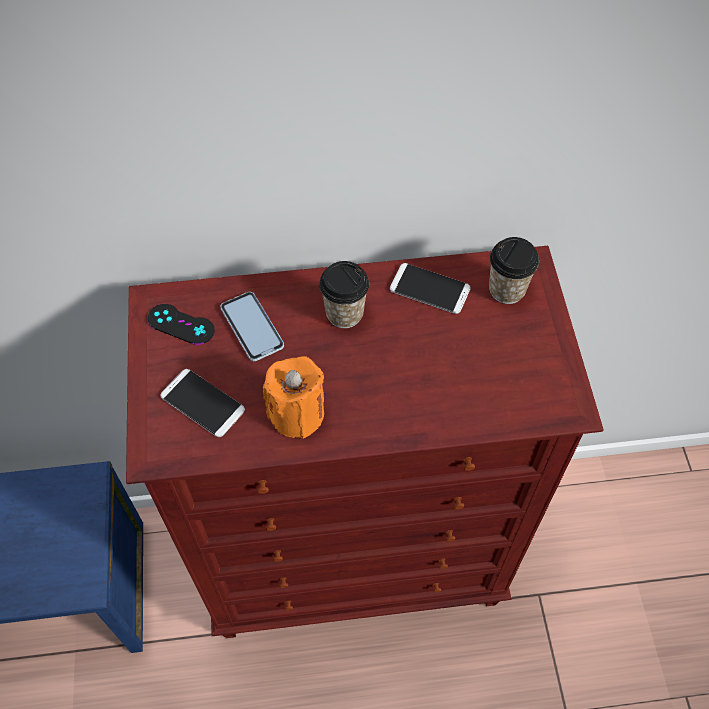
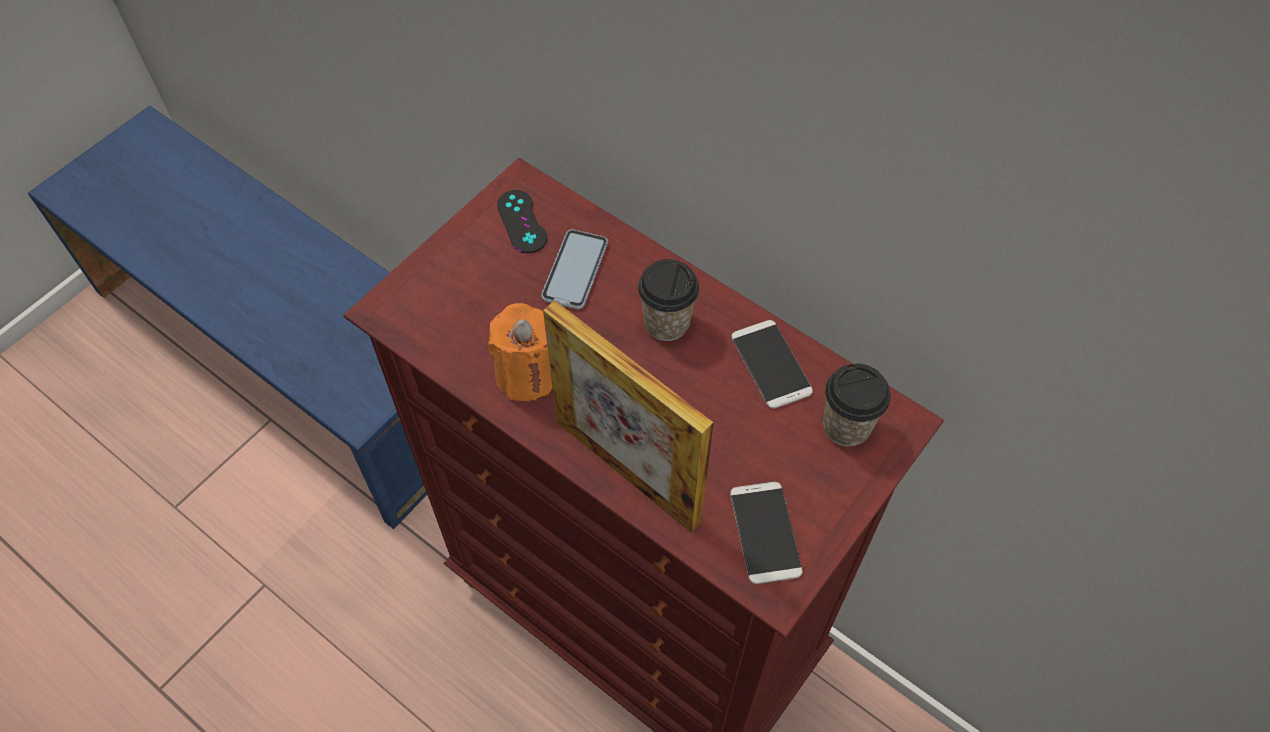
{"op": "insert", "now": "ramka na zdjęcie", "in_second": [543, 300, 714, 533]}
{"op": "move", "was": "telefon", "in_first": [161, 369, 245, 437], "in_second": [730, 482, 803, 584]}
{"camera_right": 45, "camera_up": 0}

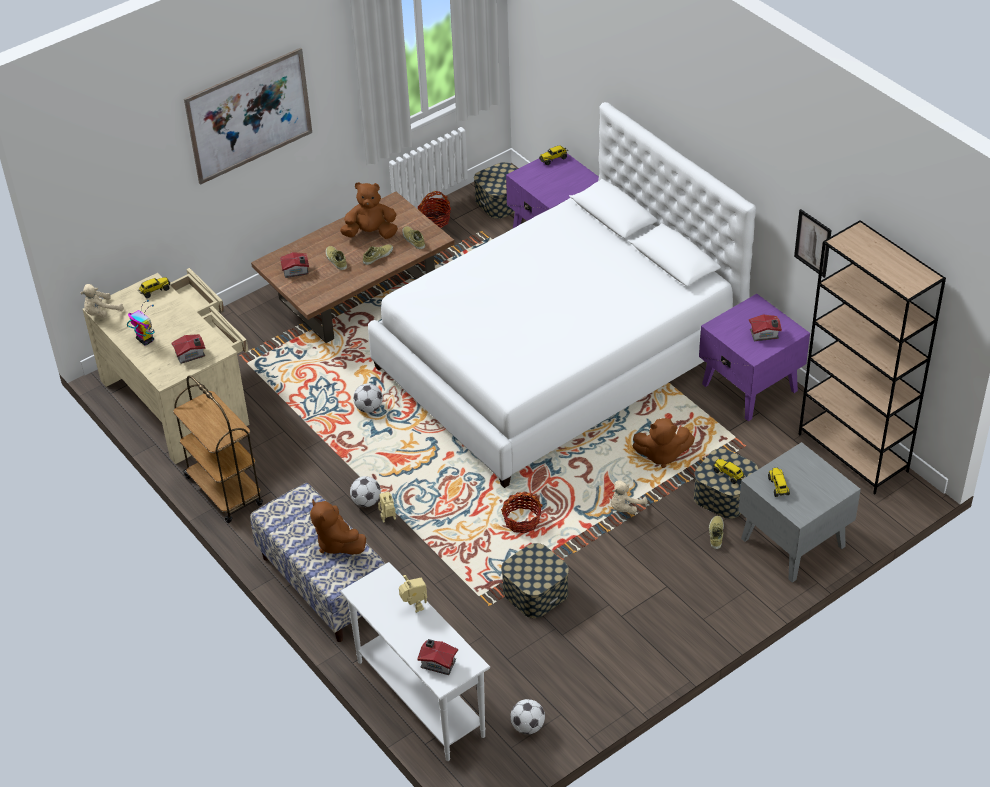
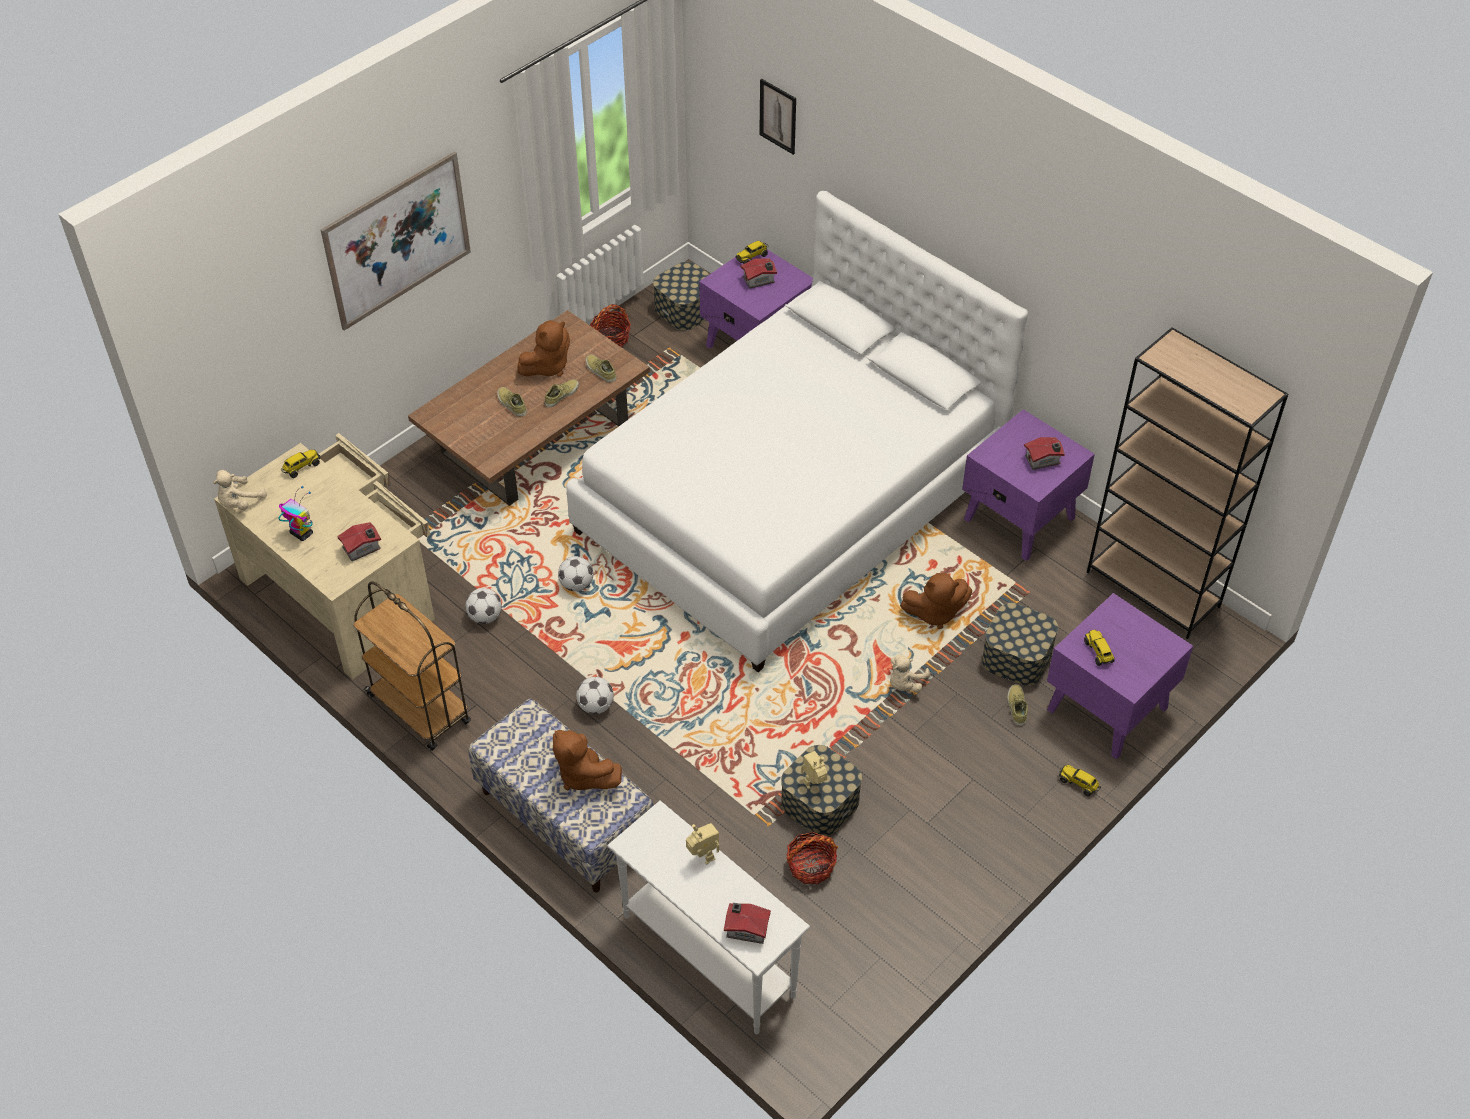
{"op": "move", "was": "piłka futbolowa", "in_first": [510, 699, 545, 734], "in_second": [466, 588, 502, 624]}
{"op": "rotate", "was": "pluszak (brązowy)", "in_first": [340, 182, 398, 239], "in_second": [517, 320, 570, 376], "clockwise": 150}
{"op": "move", "was": "domek", "in_first": [280, 252, 309, 278], "in_second": [741, 258, 777, 289]}
{"op": "move", "was": "obraz", "in_first": [794, 209, 832, 278], "in_second": [759, 78, 796, 155]}
{"op": "move", "was": "koszyk", "in_first": [501, 491, 543, 533], "in_second": [786, 831, 838, 884]}
{"op": "move", "was": "robot zabawkowy", "in_first": [378, 492, 396, 523], "in_second": [801, 751, 828, 789]}
{"op": "recolor", "was": "szafka nocna (szary)", "now": "szafka nocna (fioletowy)", "in_first": [738, 442, 861, 583], "in_second": [1047, 593, 1193, 759]}
{"op": "move", "was": "ciężarówka zabawkowa", "in_first": [713, 459, 745, 484], "in_second": [1059, 765, 1101, 797]}
{"camera_right": -10, "camera_up": 5}

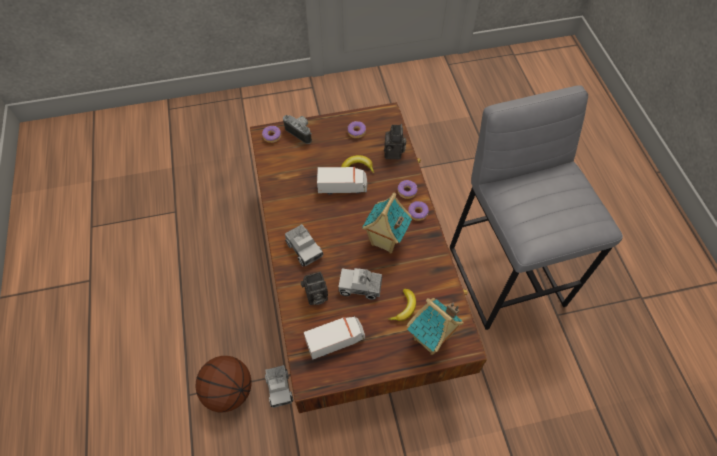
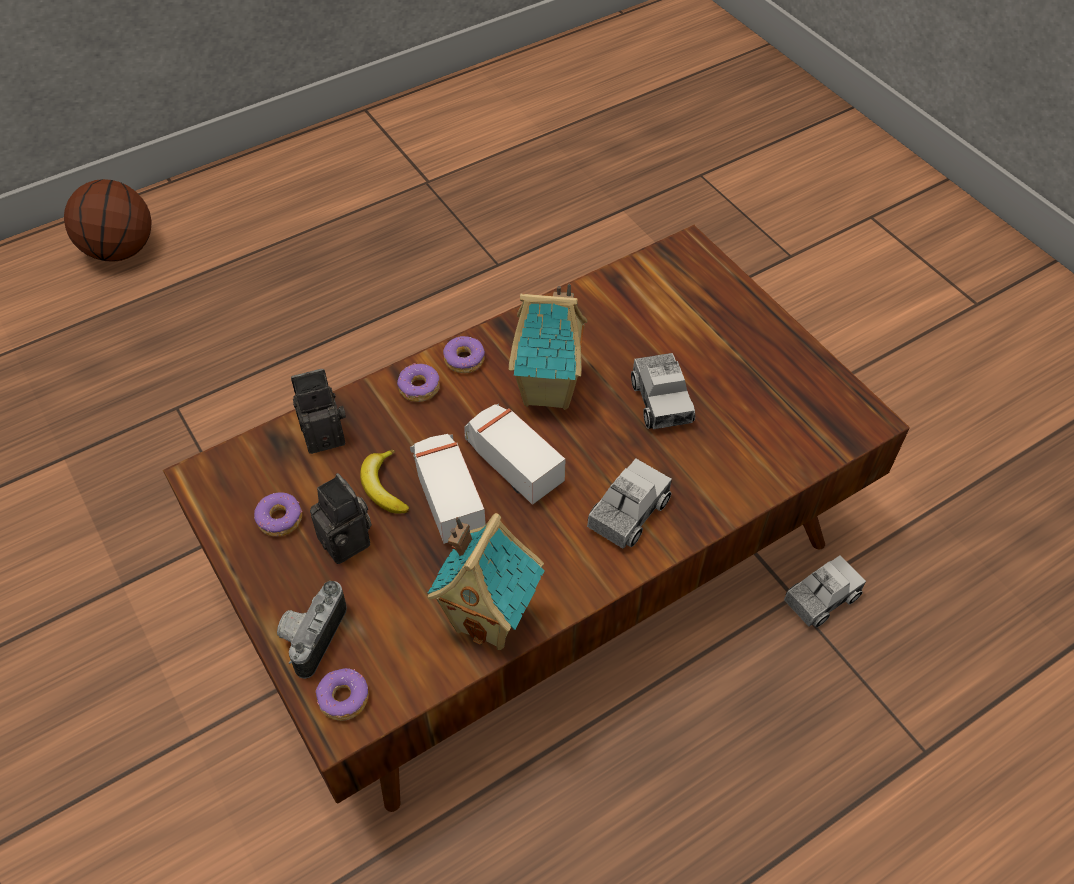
{"op": "move", "was": "piłka do koszykówki", "in_first": [196, 356, 252, 412], "in_second": [64, 179, 151, 262]}
{"op": "move", "was": "aparat fotograficzny", "in_first": [301, 272, 328, 305], "in_second": [310, 473, 372, 564]}
{"op": "move", "was": "domek", "in_first": [407, 298, 464, 355], "in_second": [427, 513, 544, 650]}
{"op": "move", "was": "ciężarówka zabawkowa", "in_first": [304, 316, 365, 360], "in_second": [464, 404, 566, 505]}
{"op": "delete", "was": "banan", "in_first": [388, 289, 416, 321]}
{"op": "delete", "was": "stołek (szary)", "in_first": [450, 85, 623, 330]}
{"camera_right": -110, "camera_up": -5}

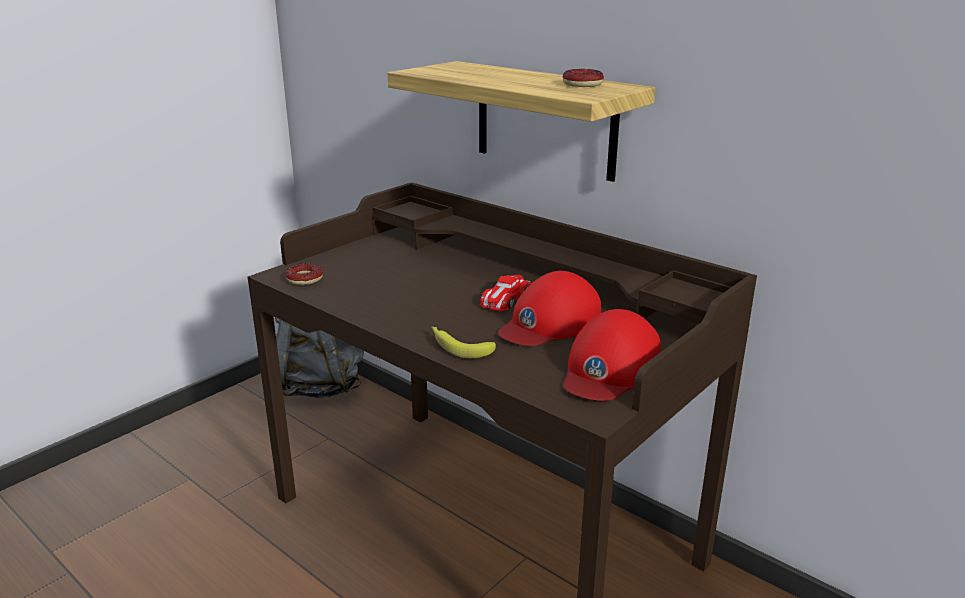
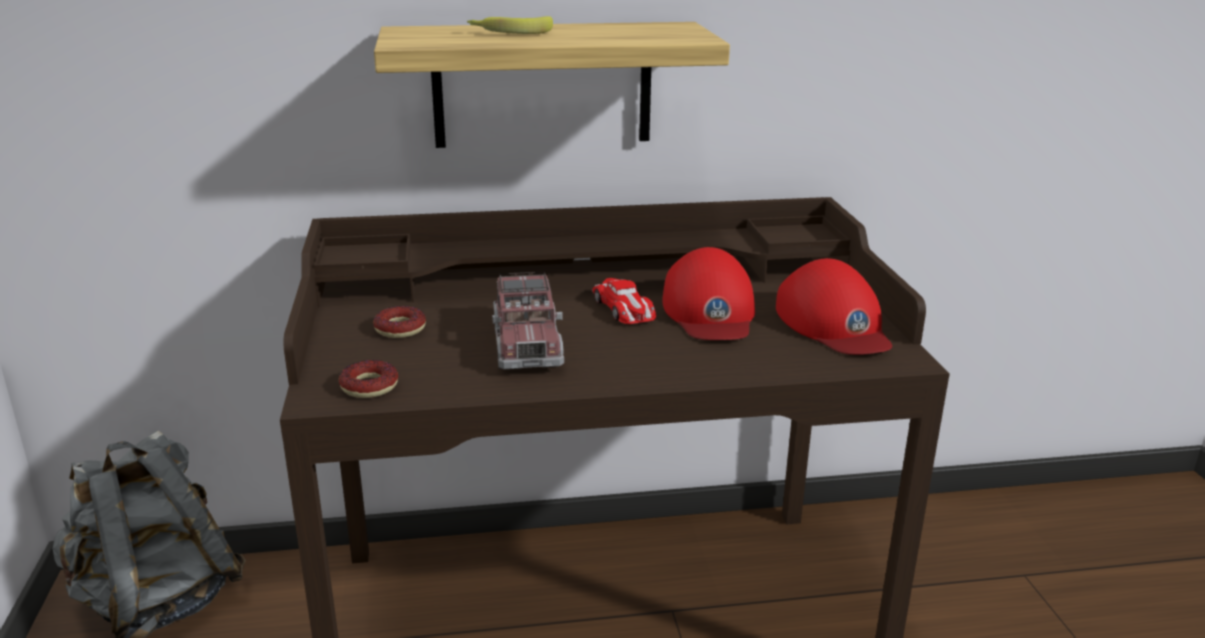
{"op": "move", "was": "donut", "in_first": [563, 69, 604, 87], "in_second": [373, 306, 426, 338]}
{"op": "move", "was": "banan", "in_first": [431, 327, 496, 358], "in_second": [467, 16, 553, 34]}
{"op": "insert", "now": "ciężarówka zabawkowa", "in_second": [492, 272, 564, 369]}
{"camera_right": -50, "camera_up": 0}

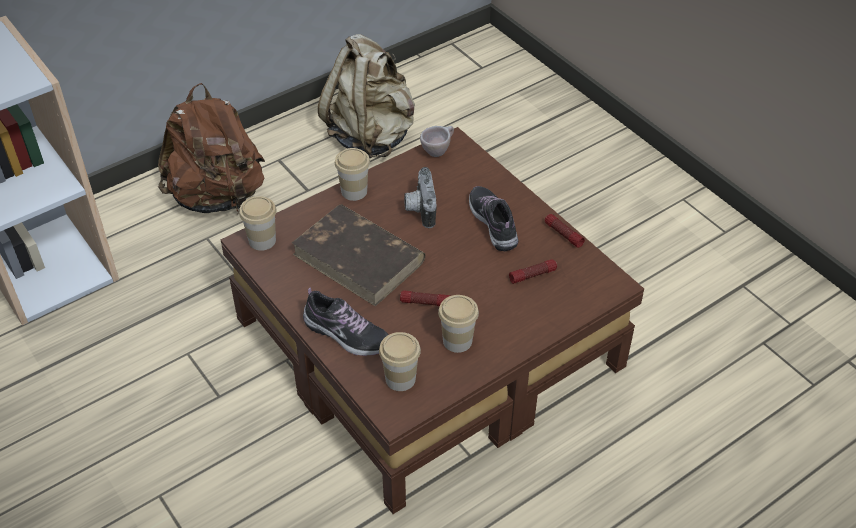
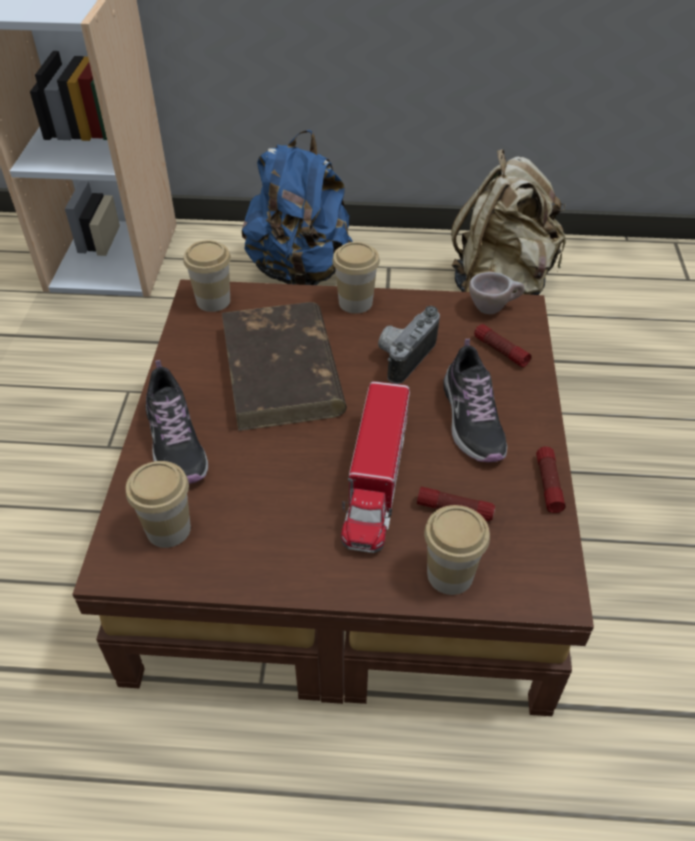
{"op": "recolor", "was": "plecak (brązowy)", "now": "plecak (niebieski)", "in_first": [158, 83, 265, 213], "in_second": [242, 130, 353, 285]}
{"op": "insert", "now": "ciężarówka zabawkowa", "in_second": [341, 381, 410, 553]}
{"op": "move", "was": "filiżanka", "in_first": [438, 295, 479, 353], "in_second": [424, 505, 490, 595]}
{"op": "rotate", "was": "but", "in_first": [469, 186, 518, 251], "in_second": [443, 339, 507, 462], "clockwise": 150}
{"op": "move", "was": "latarka", "in_first": [400, 290, 451, 306], "in_second": [474, 324, 531, 367]}
{"camera_right": 40, "camera_up": 0}

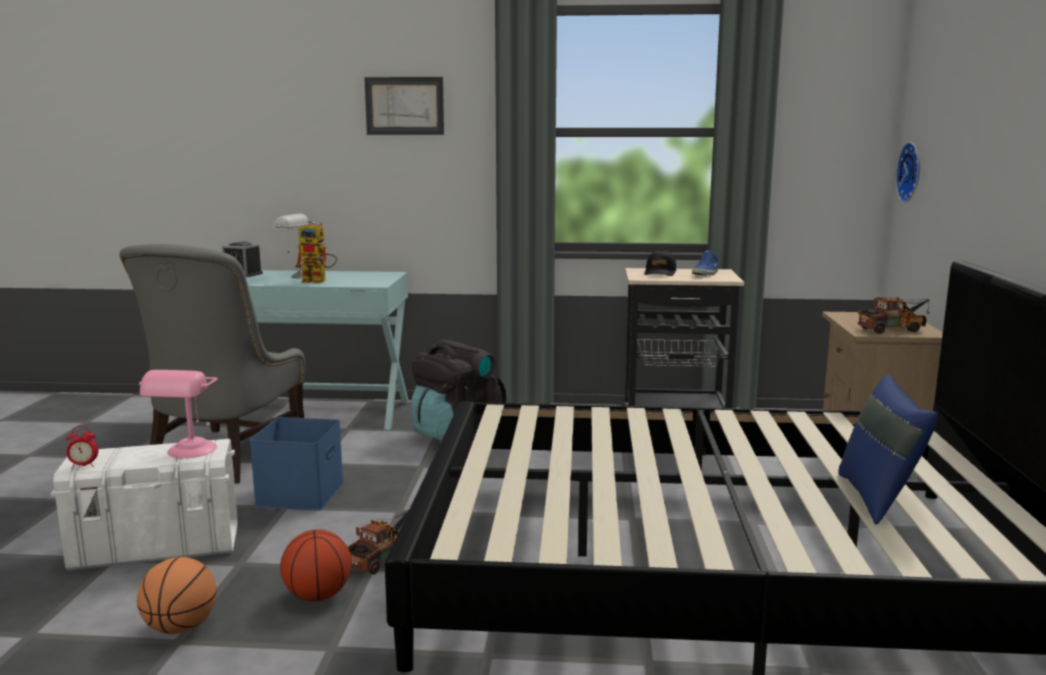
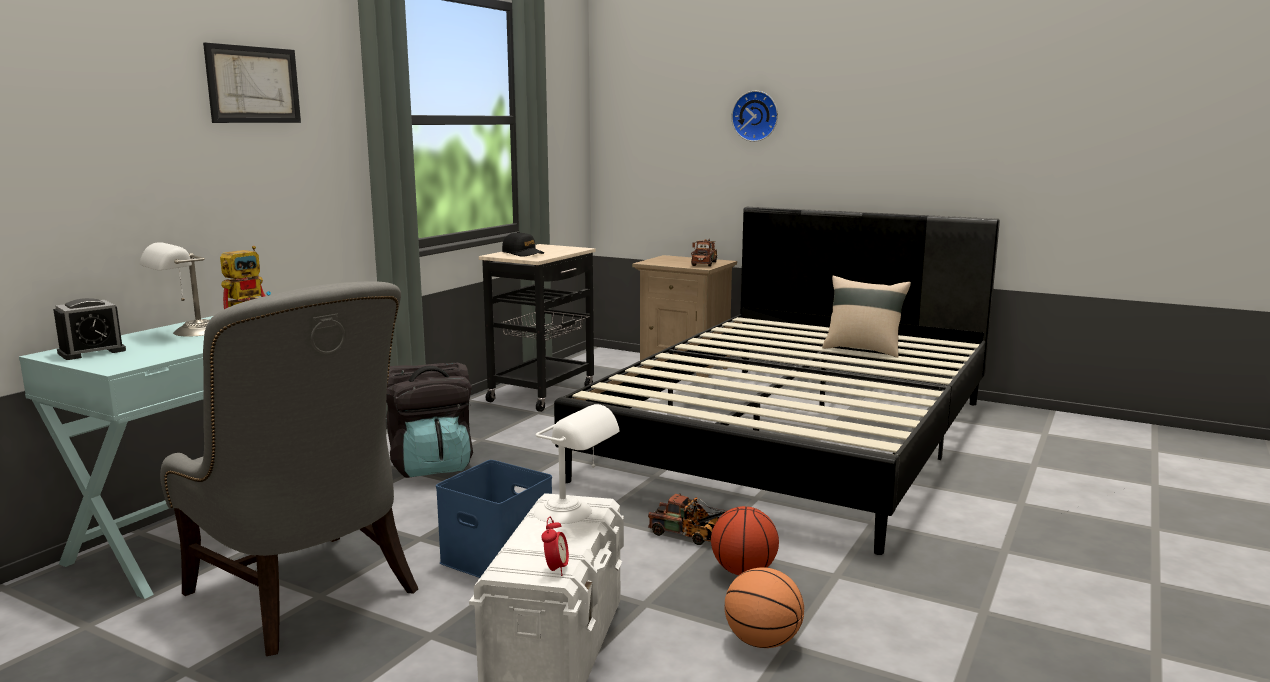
{"op": "recolor", "was": "lampa stołowa (różowy)", "now": "lampa stołowa (biały)", "in_first": [139, 370, 218, 458], "in_second": [534, 404, 620, 524]}
{"op": "rotate", "was": "ciężarówka zabawkowa", "in_first": [348, 509, 409, 574], "in_second": [648, 493, 728, 545], "clockwise": 150}
{"op": "move", "was": "zegar ścienny", "in_first": [895, 142, 920, 203], "in_second": [731, 91, 778, 142]}
{"op": "recolor", "was": "poduszka (niebieski)", "now": "poduszka (beżowy)", "in_first": [838, 375, 938, 525], "in_second": [822, 276, 911, 358]}
{"op": "delete", "was": "but (niebieski)", "in_first": [692, 250, 719, 275]}
{"camera_right": -65, "camera_up": 0}

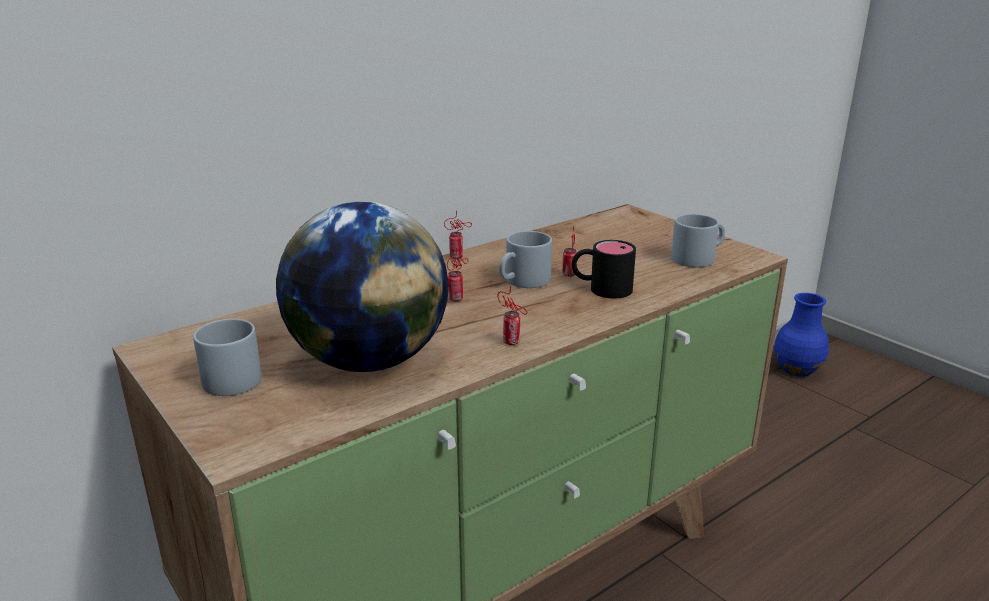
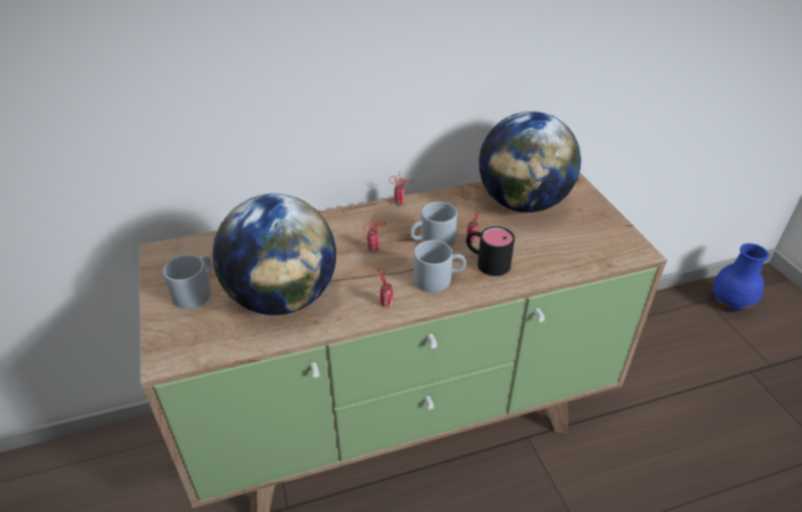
{"op": "move", "was": "kubek (szary)", "in_first": [671, 214, 725, 267], "in_second": [414, 240, 466, 292]}
{"op": "insert", "now": "globus", "in_second": [479, 111, 581, 213]}
{"camera_right": 20, "camera_up": 15}

